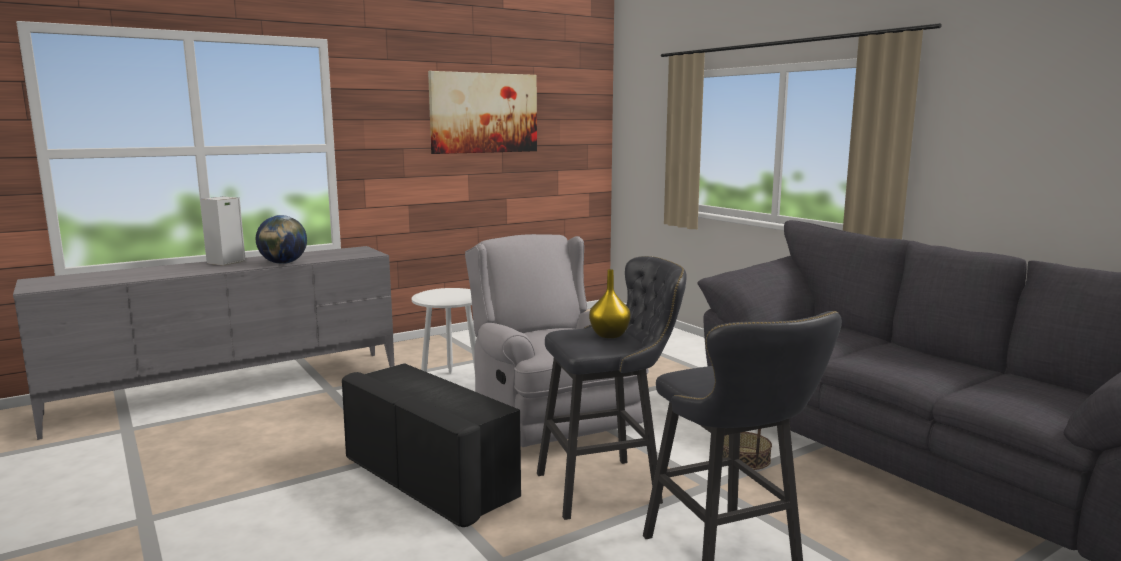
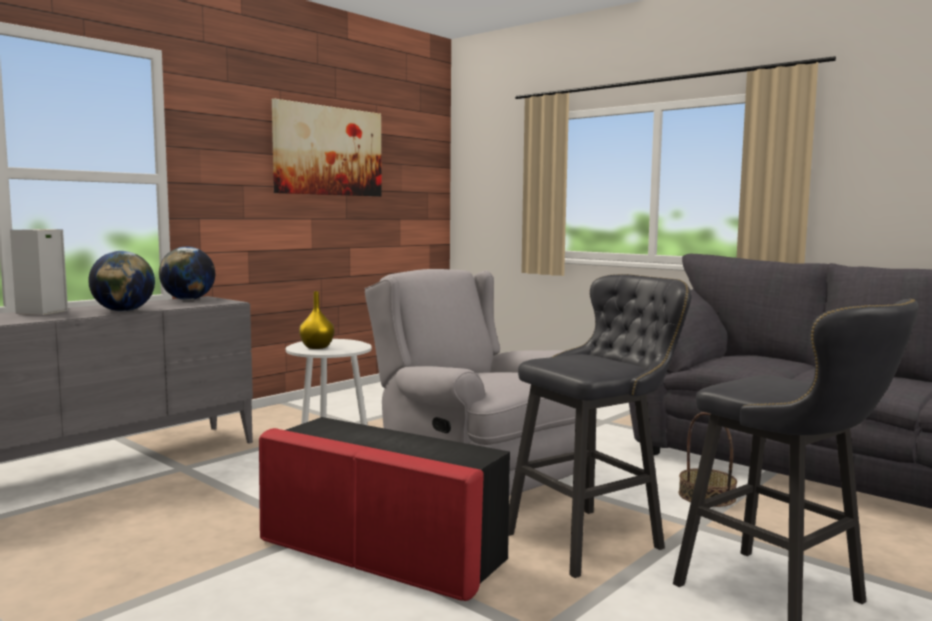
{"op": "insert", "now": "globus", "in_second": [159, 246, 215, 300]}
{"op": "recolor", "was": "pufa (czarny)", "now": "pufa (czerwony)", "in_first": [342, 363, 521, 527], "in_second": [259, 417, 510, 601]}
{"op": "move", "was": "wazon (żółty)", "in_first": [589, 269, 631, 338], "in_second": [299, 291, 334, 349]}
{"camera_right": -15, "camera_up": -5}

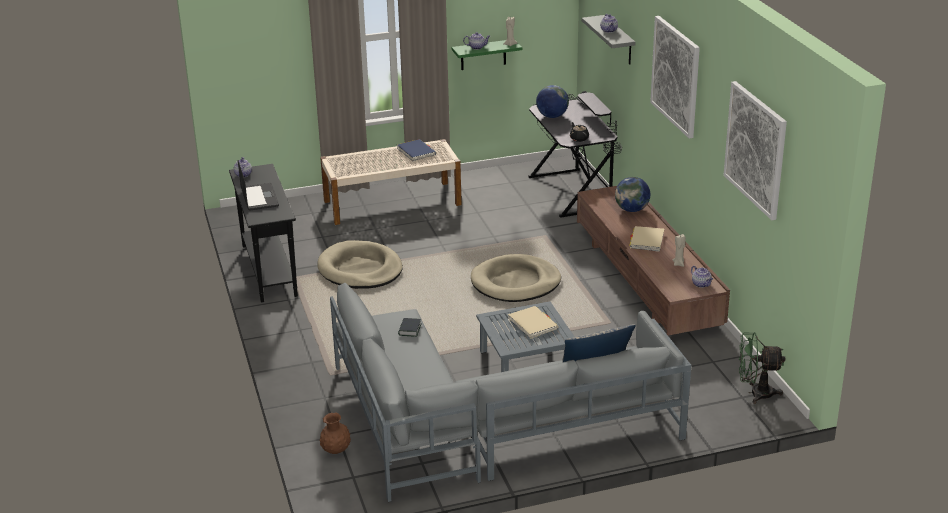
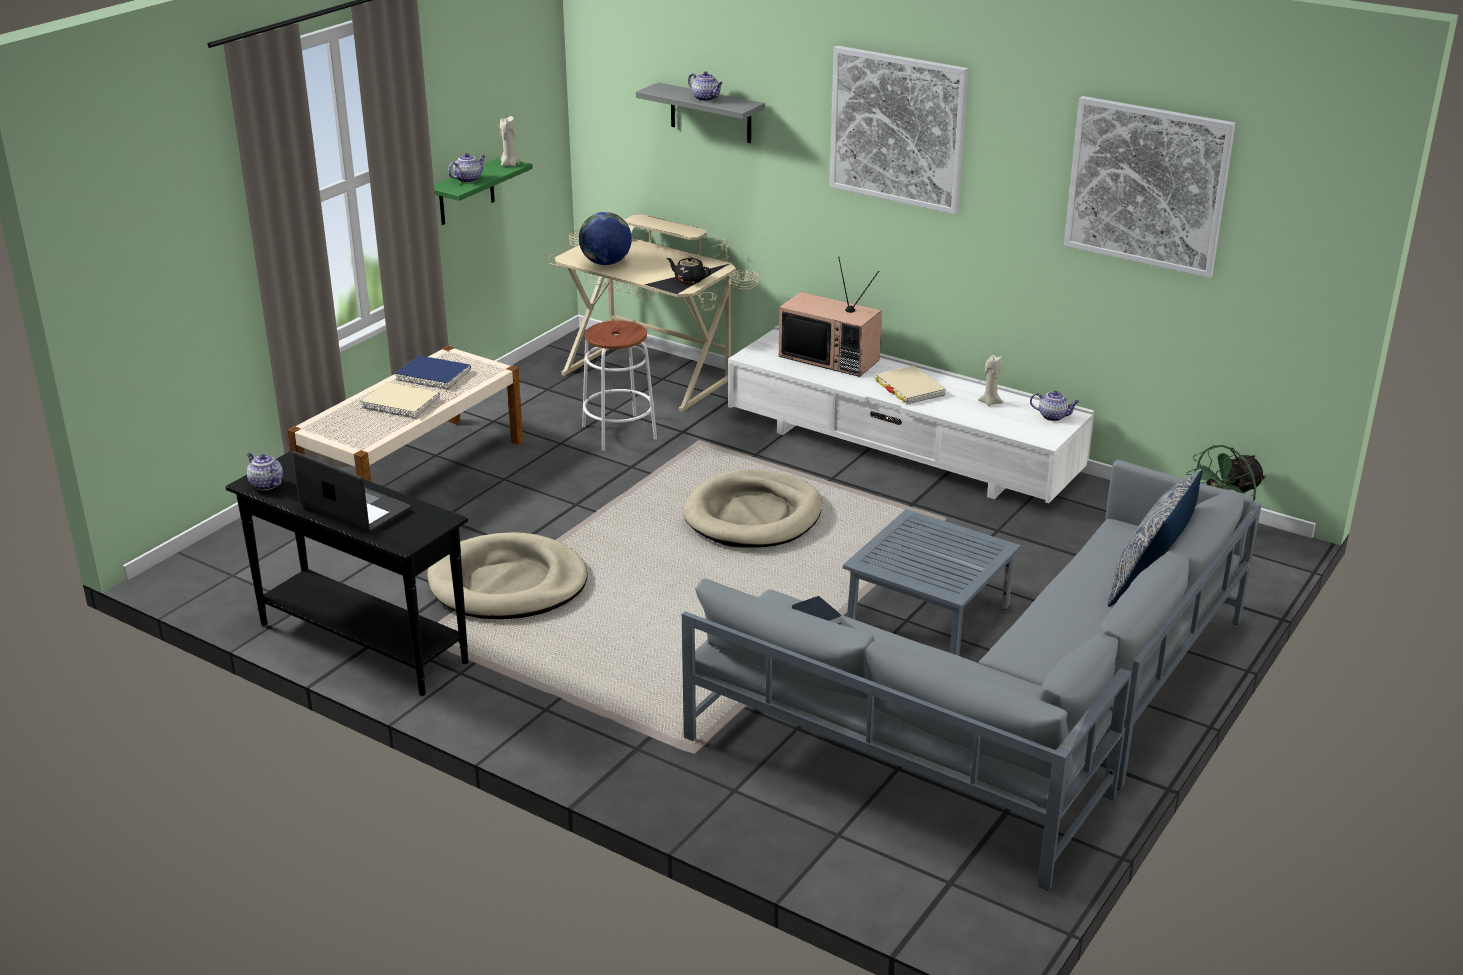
{"op": "move", "was": "książka (beżowy)", "in_first": [508, 306, 558, 339], "in_second": [361, 382, 440, 419]}
{"op": "recolor", "was": "biurko (czarny)", "now": "biurko (beżowy)", "in_first": [529, 91, 622, 218], "in_second": [548, 214, 759, 412]}
{"op": "insert", "now": "stołek (biały)", "in_second": [582, 320, 657, 451]}
{"op": "recolor", "was": "szafka pod telewizor (brązowy)", "now": "szafka pod telewizor (biały)", "in_first": [577, 186, 730, 335], "in_second": [728, 326, 1095, 503]}
{"op": "replace", "was": "globus", "now": "telewizor", "in_first": [615, 177, 650, 212], "in_second": [779, 257, 882, 377]}
{"op": "delete", "was": "wazon (brązowy)", "in_first": [319, 412, 351, 454]}
{"camera_right": -40, "camera_up": 0}

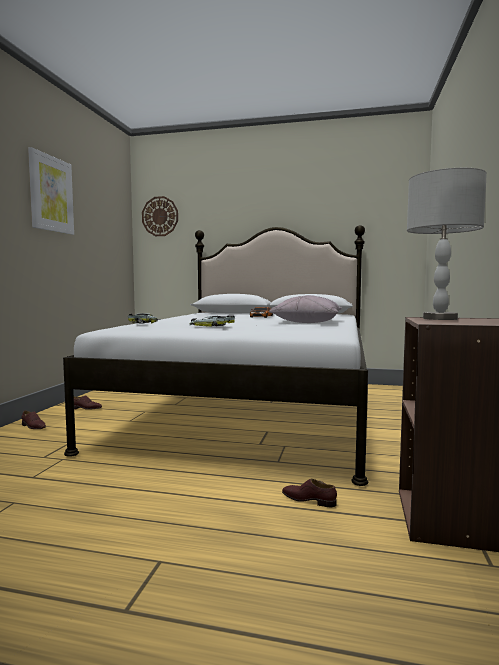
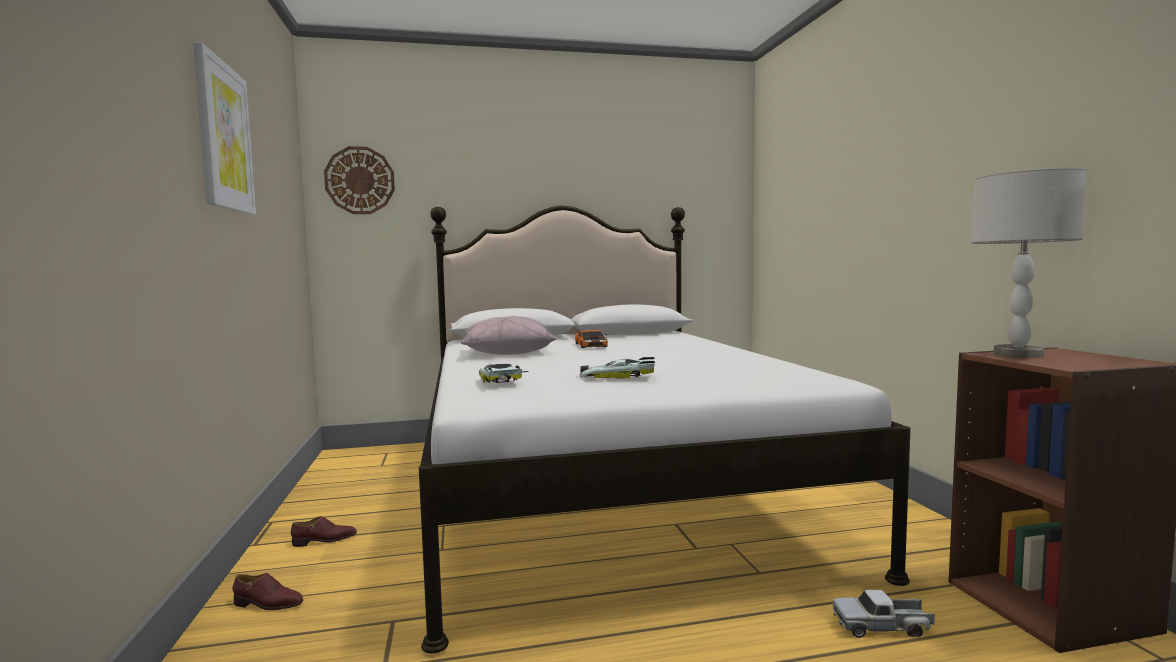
{"op": "move", "was": "poduszka (fioletowy)", "in_first": [269, 295, 342, 323], "in_second": [461, 316, 556, 355]}
{"op": "replace", "was": "but (brązowy)", "now": "ciężarówka zabawkowa", "in_first": [282, 479, 337, 507], "in_second": [832, 590, 935, 638]}
{"camera_right": -25, "camera_up": 0}

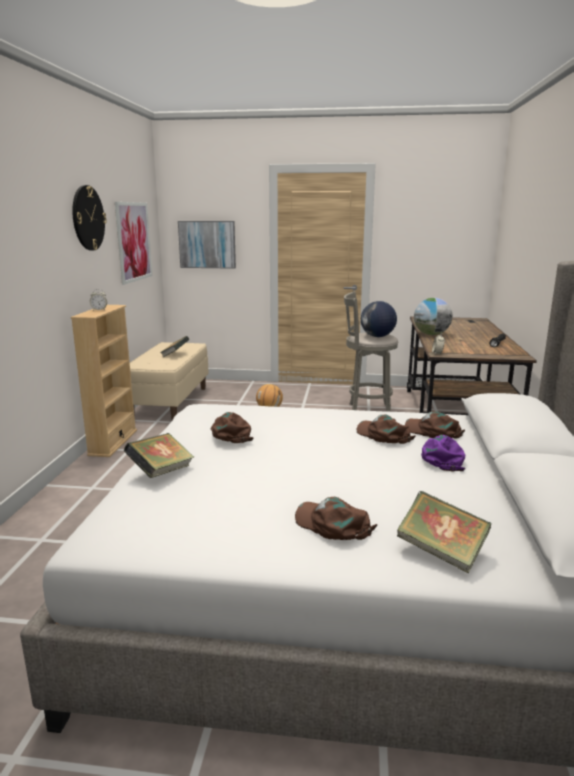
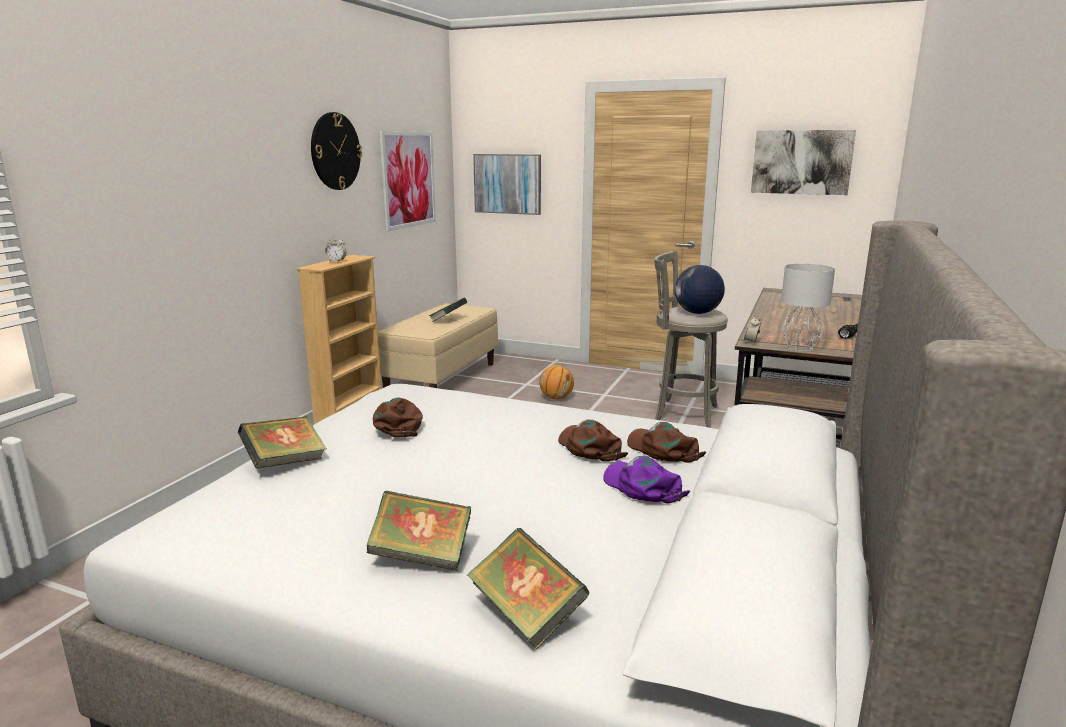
{"op": "replace", "was": "czapka z daszkiem (brązowy)", "now": "książka", "in_first": [295, 497, 377, 540], "in_second": [367, 491, 471, 571]}
{"op": "rotate", "was": "czapka z daszkiem (fioletowy)", "in_first": [421, 435, 465, 472], "in_second": [604, 456, 690, 503], "clockwise": -60}
{"op": "insert", "now": "obraz", "in_second": [751, 130, 856, 195]}
{"op": "insert", "now": "lampa stołowa (szary)", "in_second": [781, 264, 835, 351]}
{"op": "delete", "was": "globus", "in_first": [414, 298, 452, 335]}
{"camera_right": 15, "camera_up": 0}

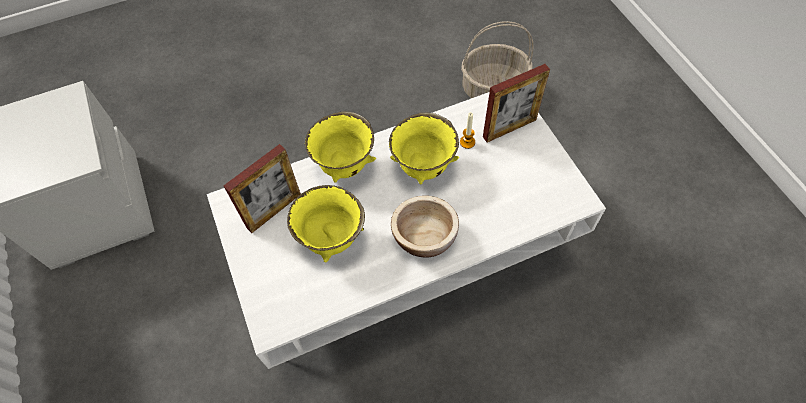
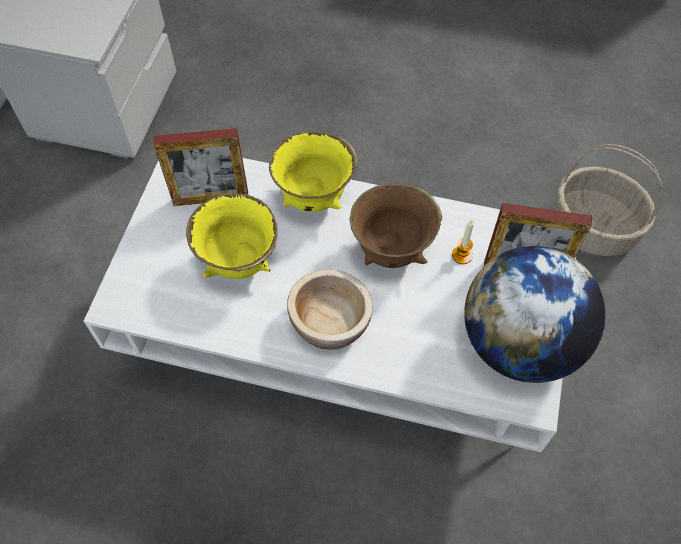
{"op": "recolor", "was": "miska (żółty)", "now": "miska (brązowy)", "in_first": [389, 113, 459, 184], "in_second": [350, 183, 442, 268]}
{"op": "insert", "now": "globus", "in_second": [464, 246, 605, 383]}
{"camera_right": 35, "camera_up": 0}

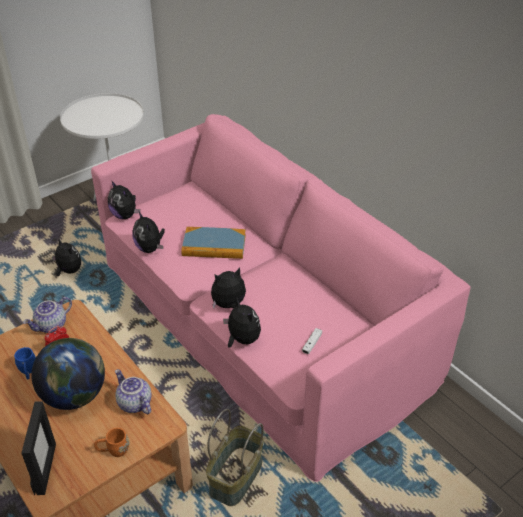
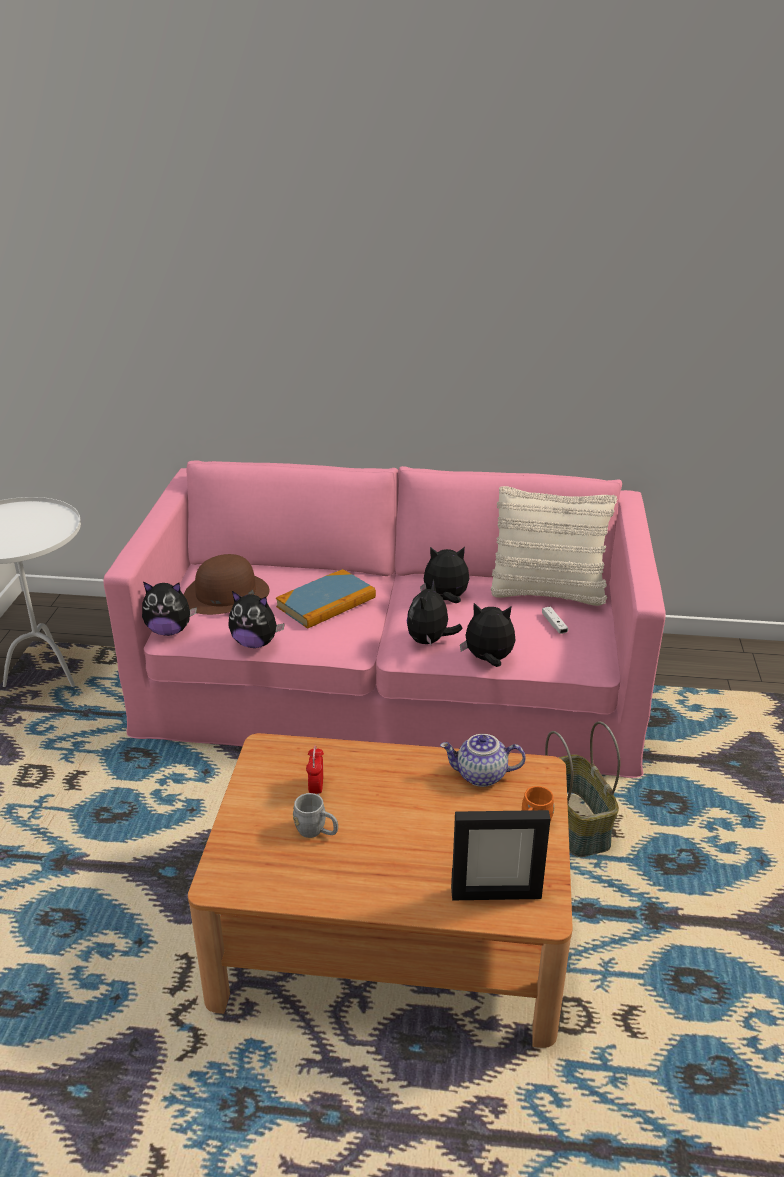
{"op": "insert", "now": "kapelusz (brązowy)", "in_second": [184, 554, 269, 615]}
{"op": "recolor", "was": "kubek (niebieski)", "now": "kubek (szary)", "in_first": [14, 347, 36, 379], "in_second": [293, 793, 338, 838]}
{"op": "move", "was": "pluszak", "in_first": [52, 238, 81, 276], "in_second": [420, 547, 469, 603]}
{"op": "rotate", "was": "ramka na zdjęcie", "in_first": [21, 401, 56, 495], "in_second": [451, 810, 551, 900], "clockwise": 135}
{"op": "insert", "now": "poduszka (beżowy)", "in_second": [491, 486, 617, 606]}
{"op": "delete", "was": "imbryk", "in_first": [23, 297, 72, 333]}
{"op": "delete", "was": "globus", "in_first": [31, 338, 105, 410]}
{"camera_right": -45, "camera_up": -10}

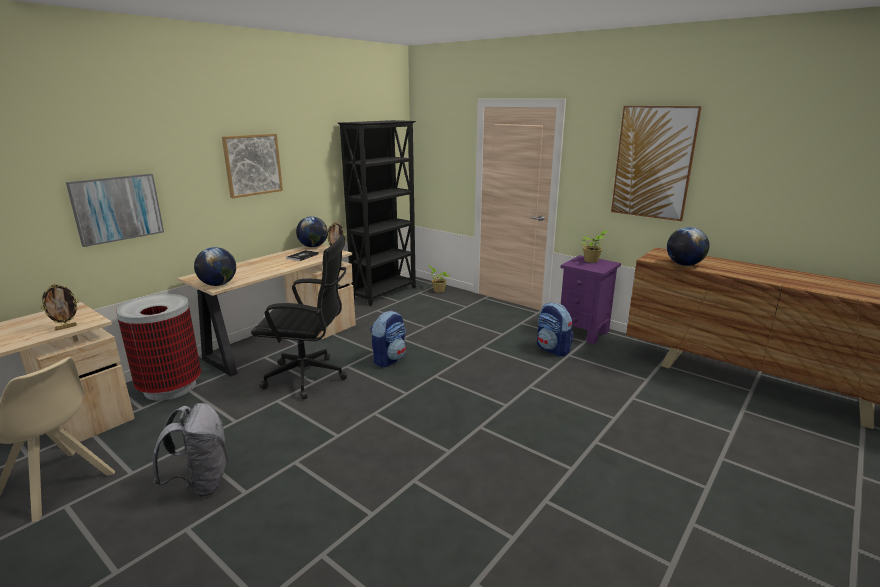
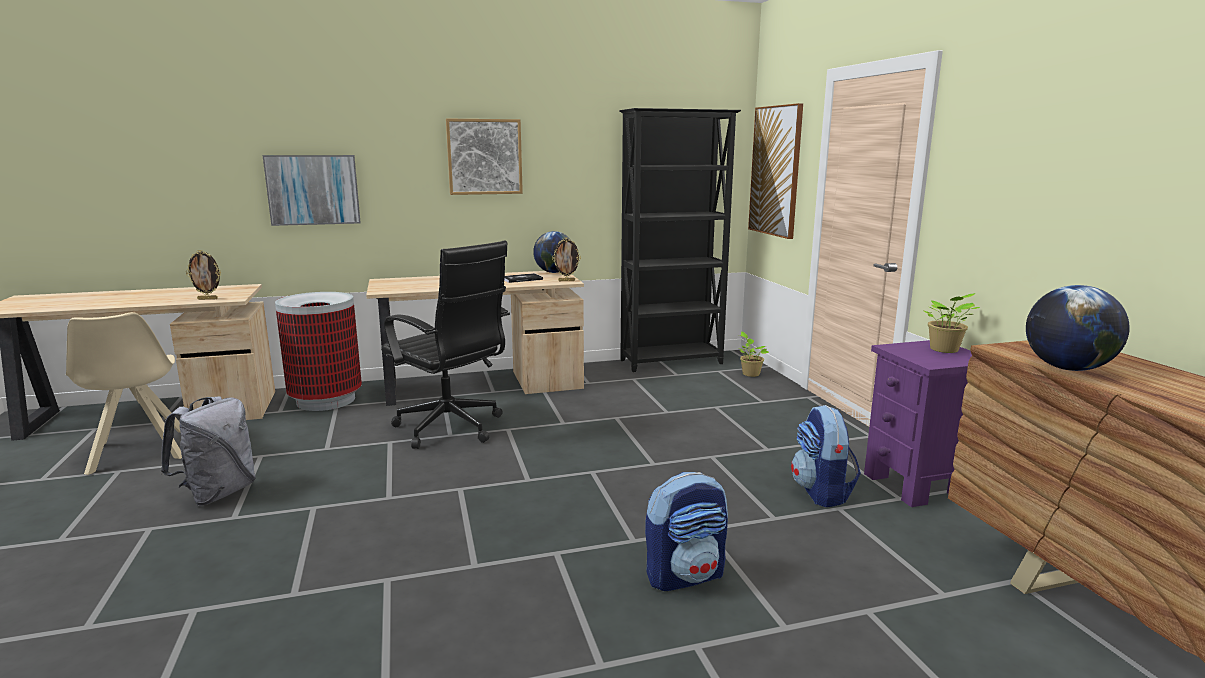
{"op": "move", "was": "plecak", "in_first": [370, 311, 406, 367], "in_second": [645, 472, 728, 591]}
{"op": "move", "was": "obraz", "in_first": [611, 106, 702, 221], "in_second": [748, 103, 803, 239]}
{"op": "delete", "was": "globus", "in_first": [194, 247, 236, 286]}
{"camera_right": 35, "camera_up": -5}

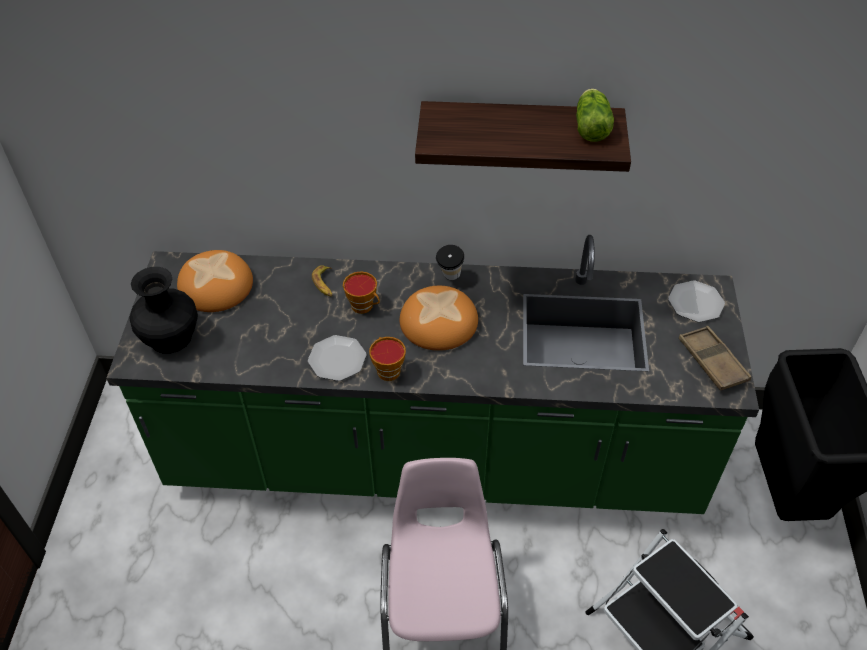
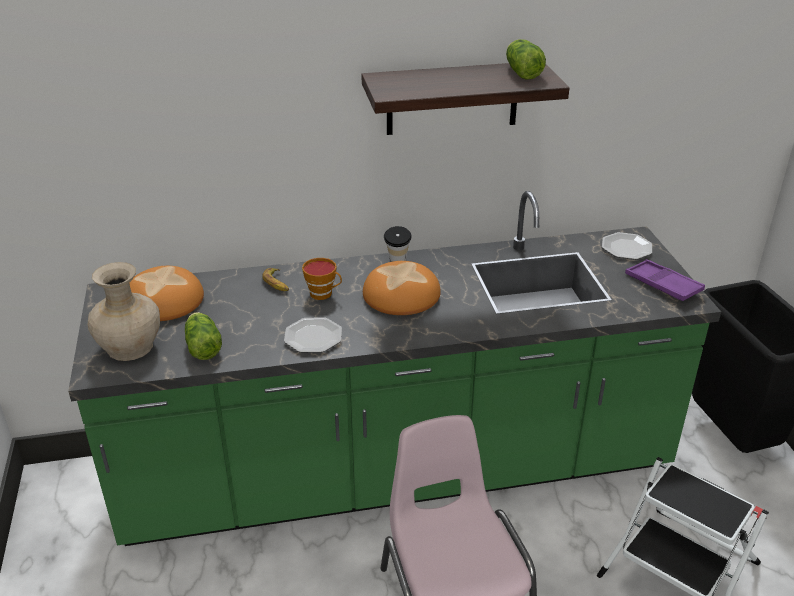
{"op": "recolor", "was": "wazon (czarny)", "now": "wazon (beżowy)", "in_first": [129, 267, 198, 353], "in_second": [88, 262, 160, 361]}
{"op": "insert", "now": "sałata", "in_second": [185, 312, 222, 360]}
{"op": "recolor", "was": "taca (brązowy)", "now": "taca (fioletowy)", "in_first": [679, 326, 752, 391], "in_second": [625, 259, 705, 301]}
{"op": "delete", "was": "filiżanka", "in_first": [369, 337, 406, 381]}
{"camera_right": -15, "camera_up": -15}

